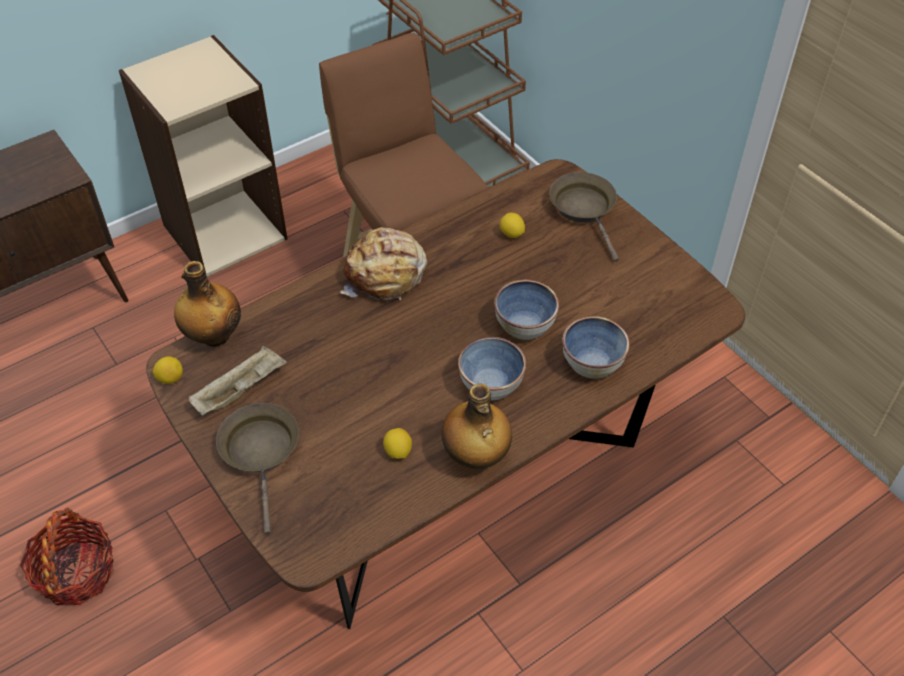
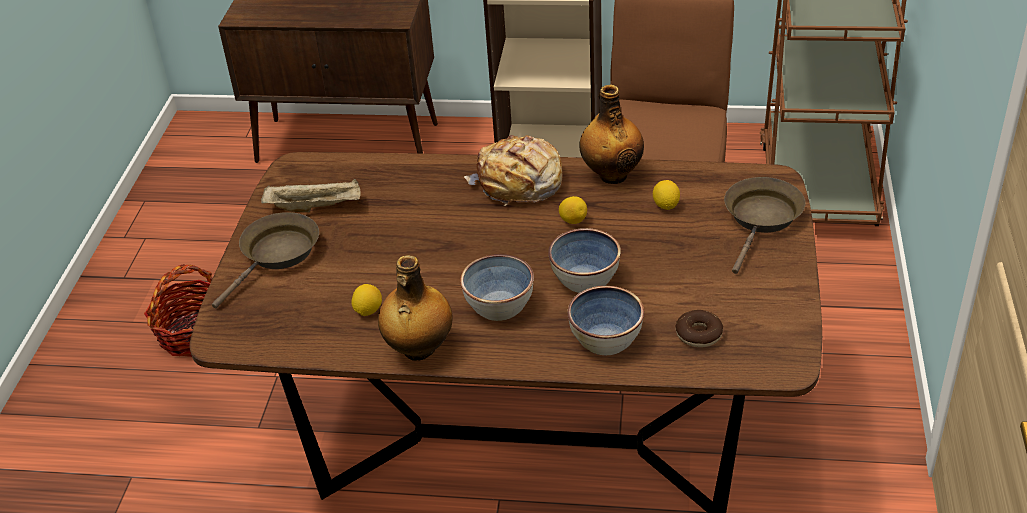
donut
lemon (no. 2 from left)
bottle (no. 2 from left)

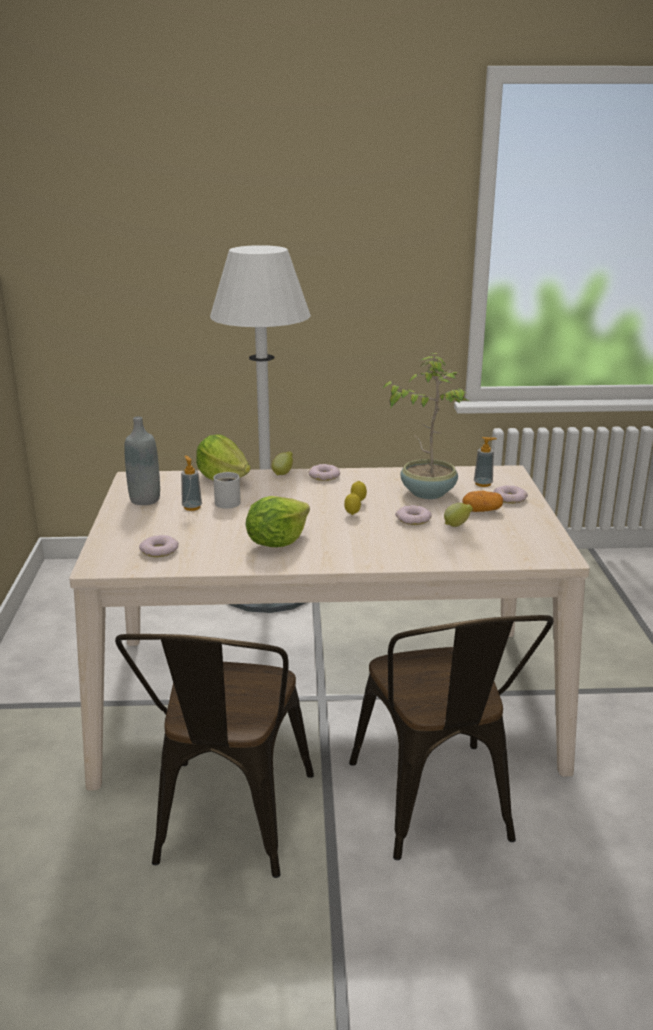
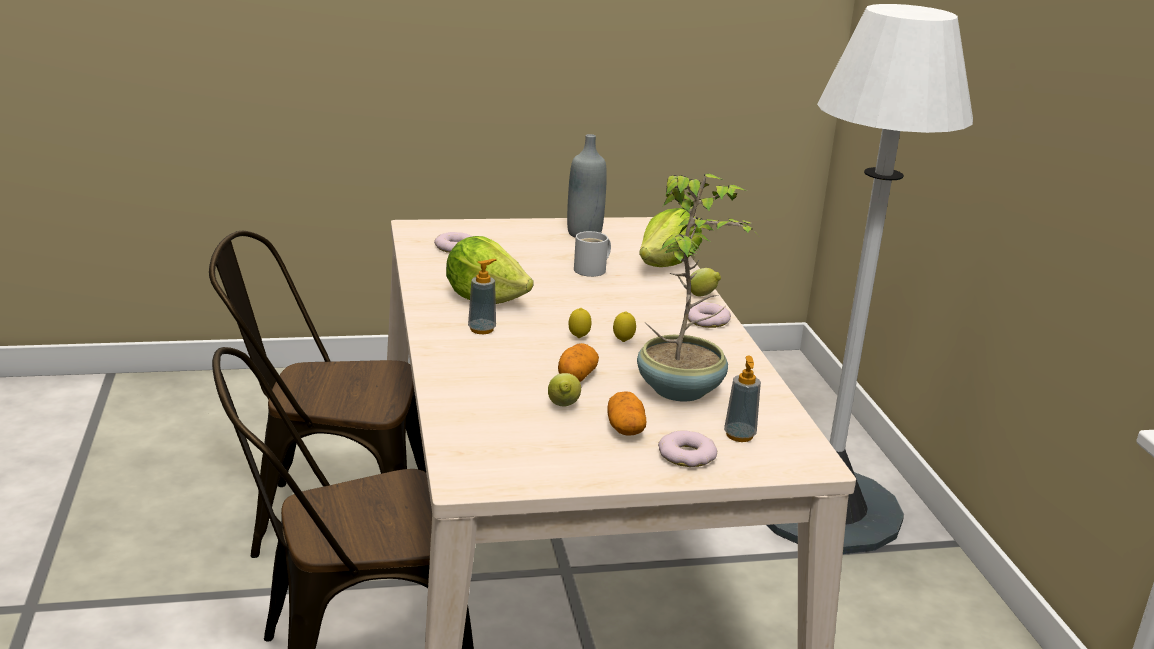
soap dispenser (no. 1 from left)
potato (no. 1 from left)

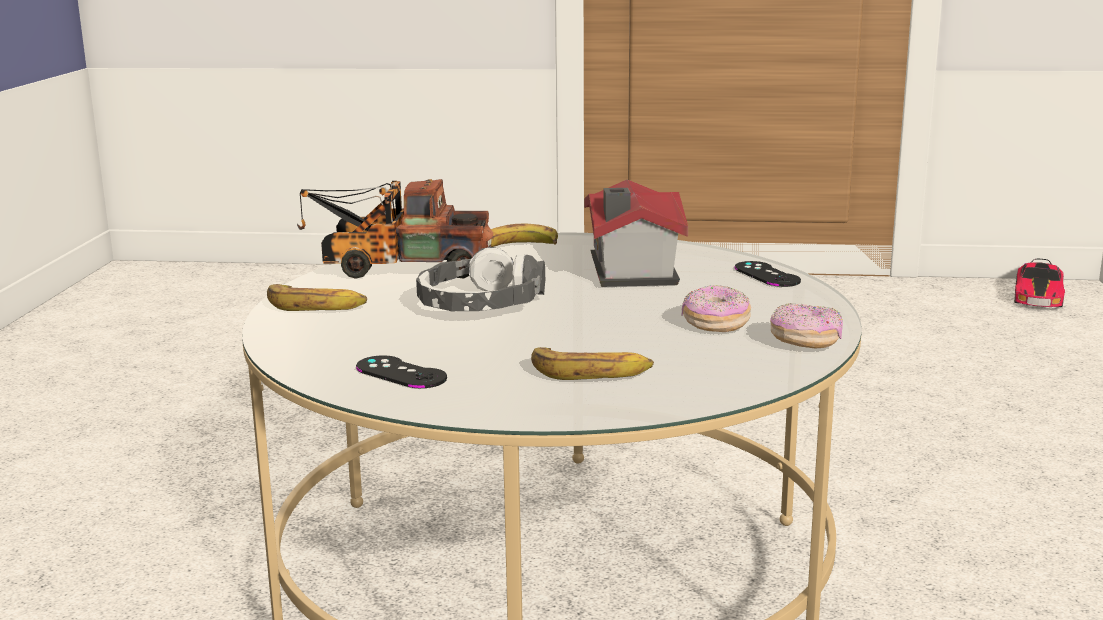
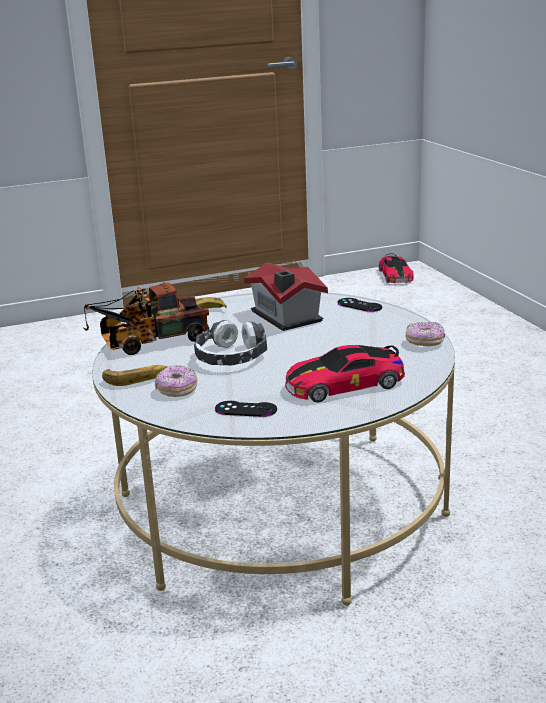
donut (no. 1 from left)
toy car (no. 1 from left)

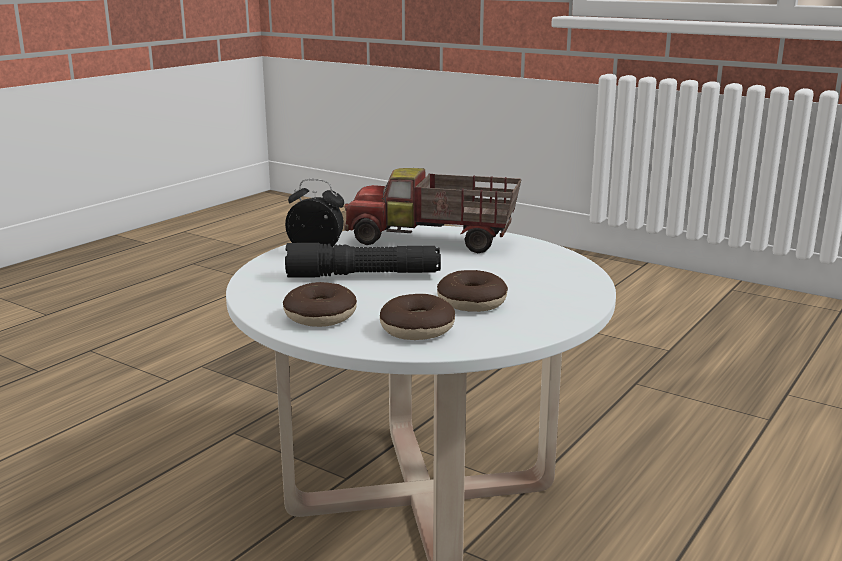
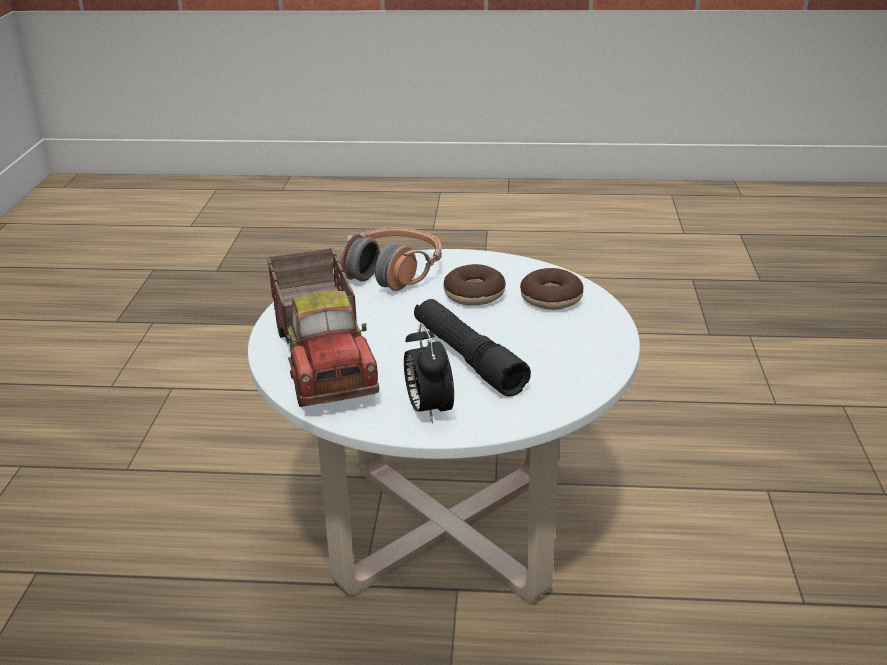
donut (no. 1 from left in the first image)
headphones

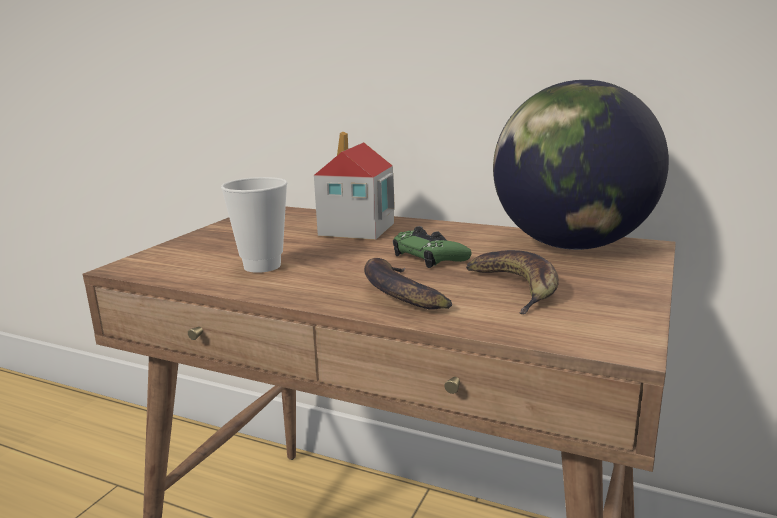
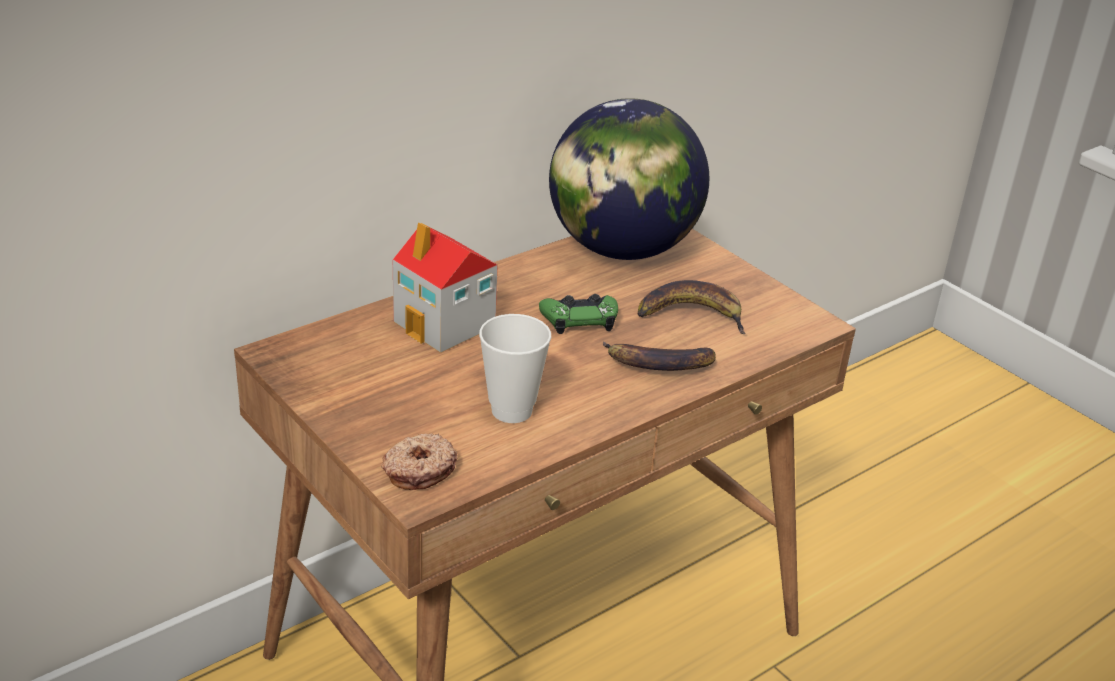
donut

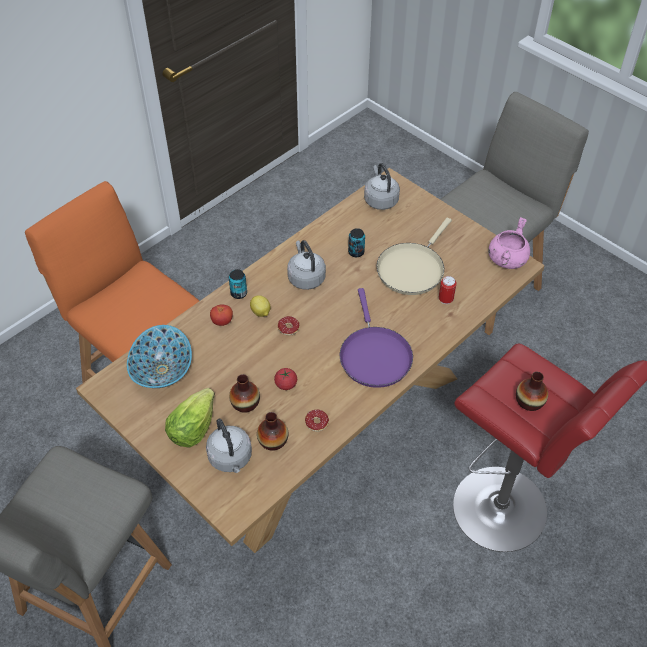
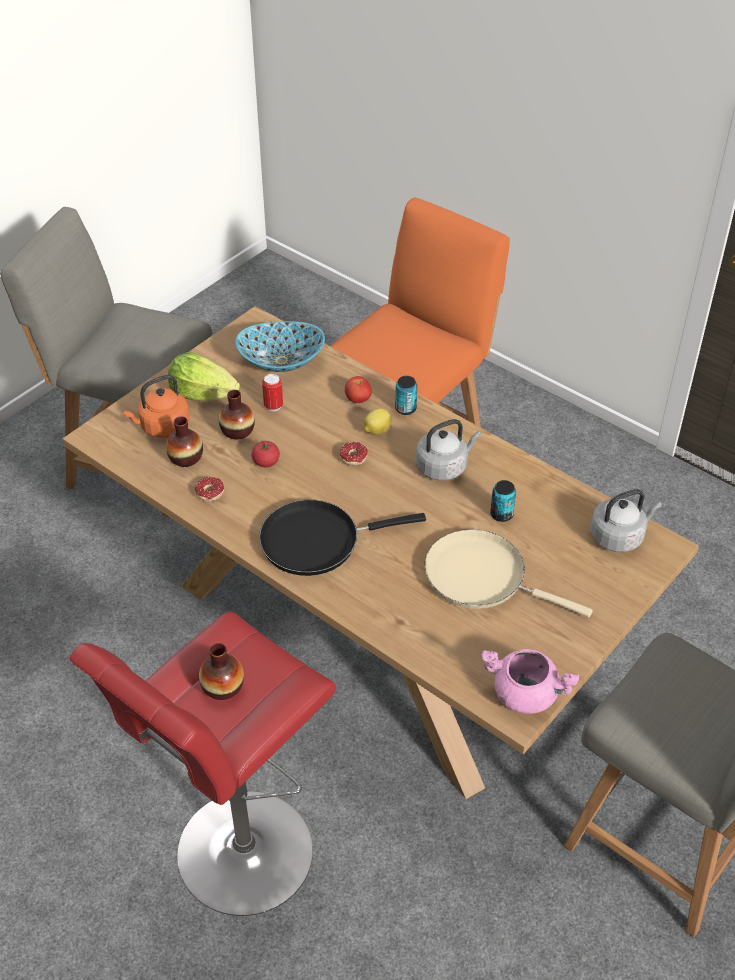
can (no. 1 from left)
orange kettle
black frying pan

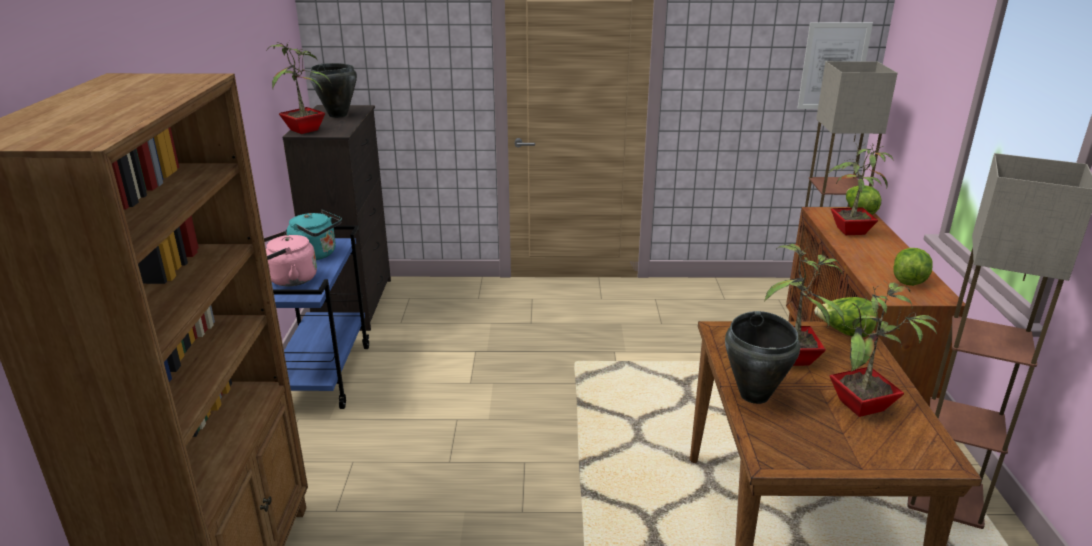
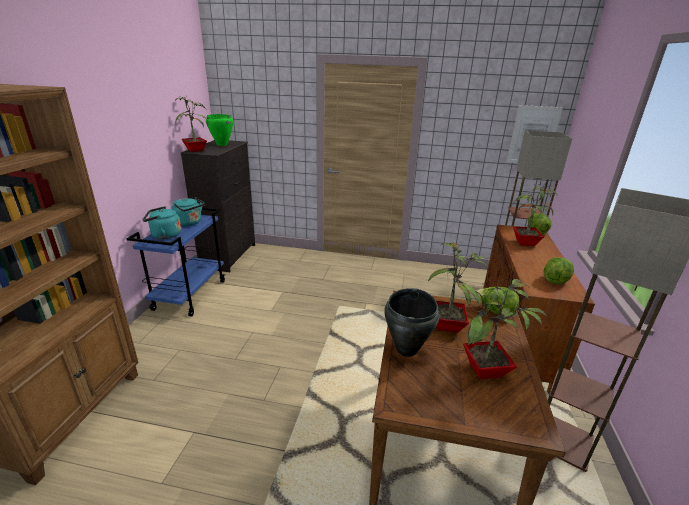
turquoise kettle (no. 1 from left)
green cooking pot

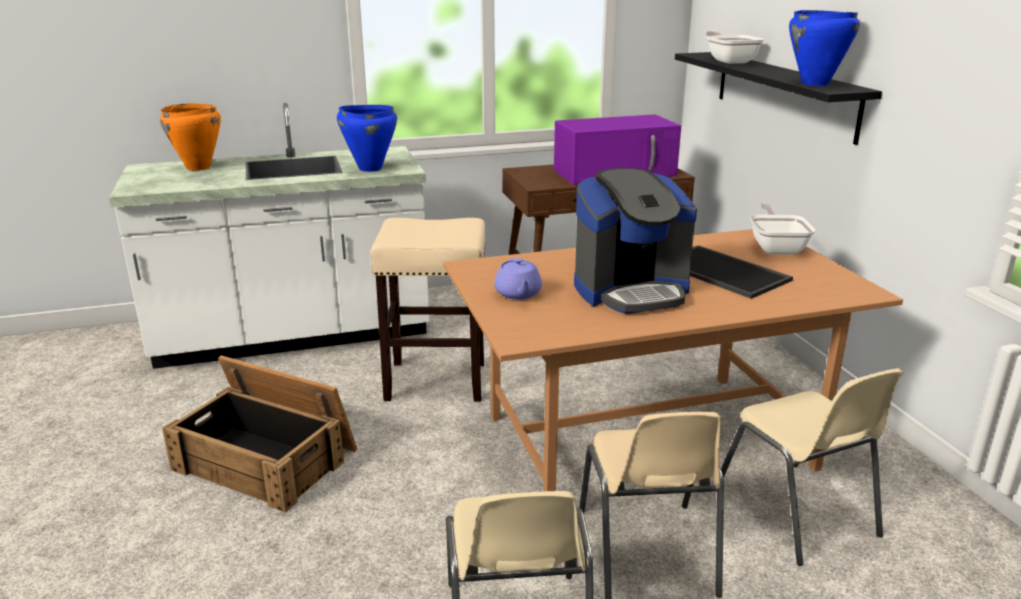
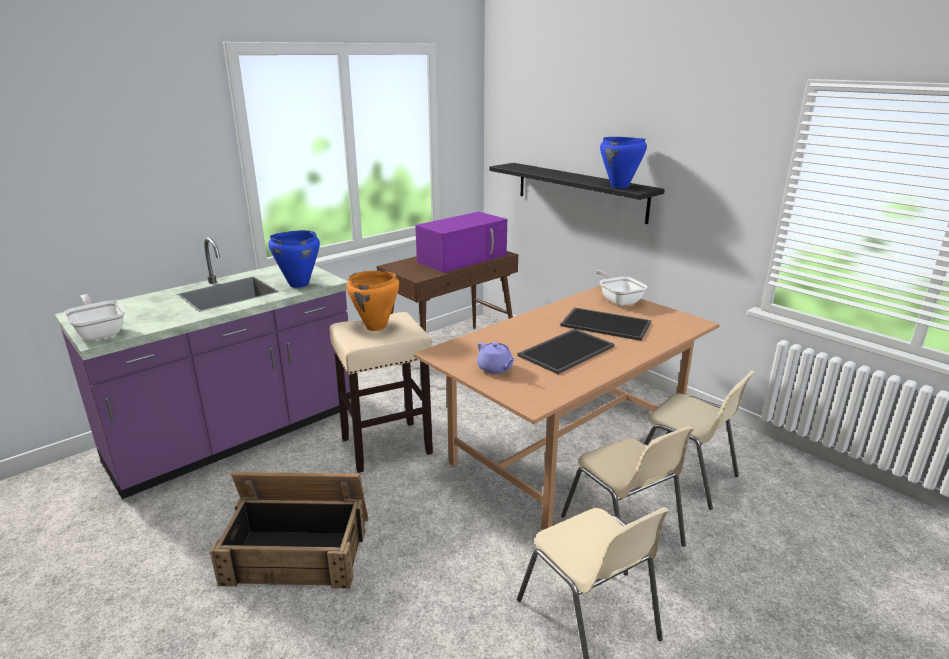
orange cooking pot
frying pan (no. 1 from left)
tray (no. 1 from left)
purple counter

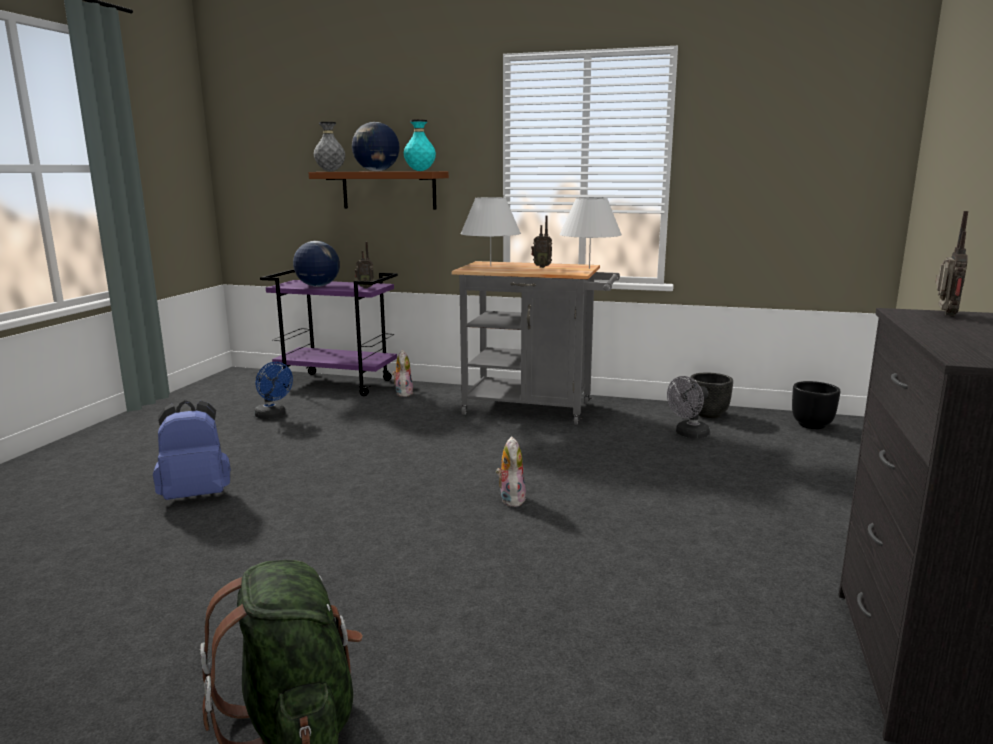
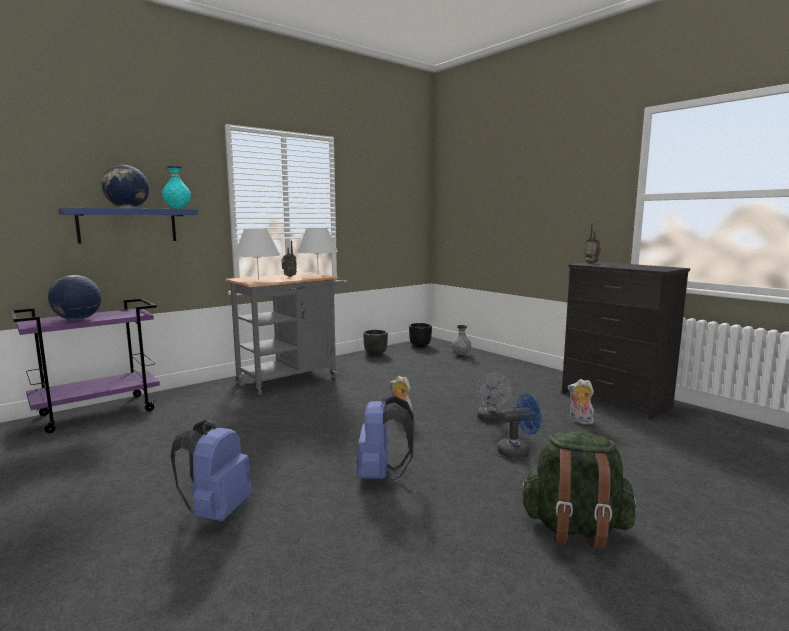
radio (no. 1 from left in the first image)
blue backpack (no. 2 from left)
blue fan
grey vase
plush toy (no. 2 from left)
grey fan
blue shelf

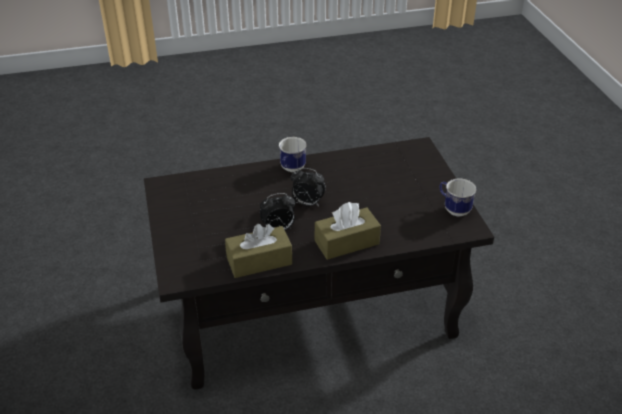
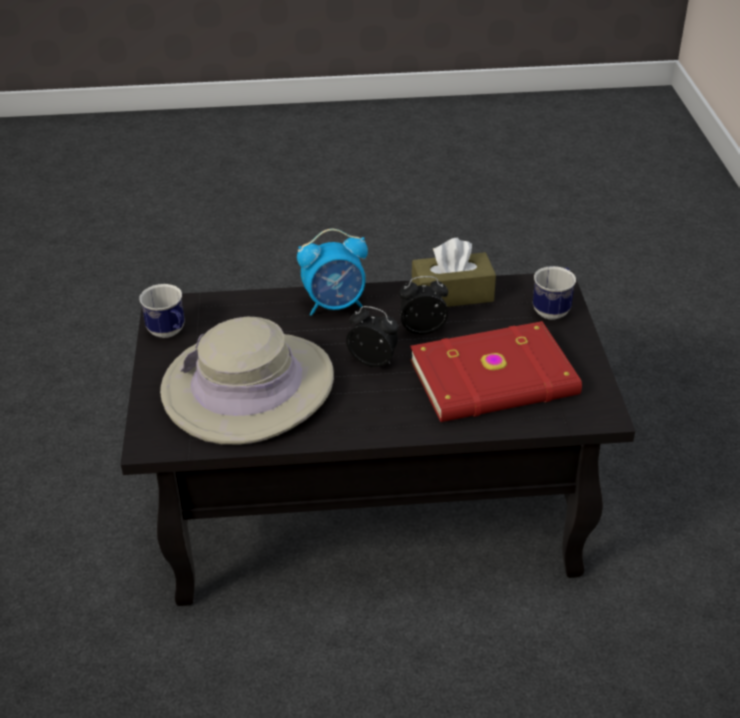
beige hat
red book
mug (no. 2 from left)
alarm clock (no. 1 from left)

